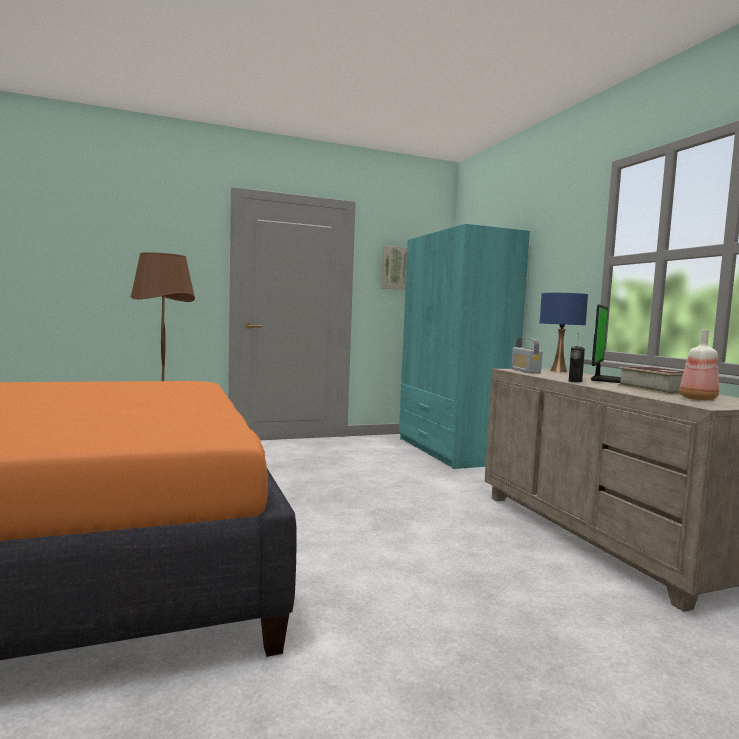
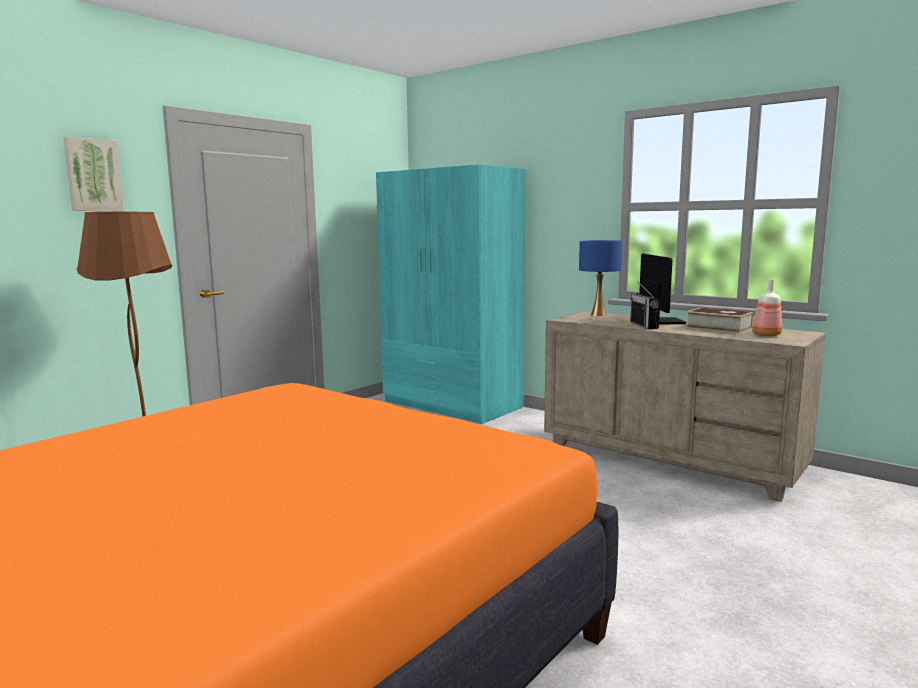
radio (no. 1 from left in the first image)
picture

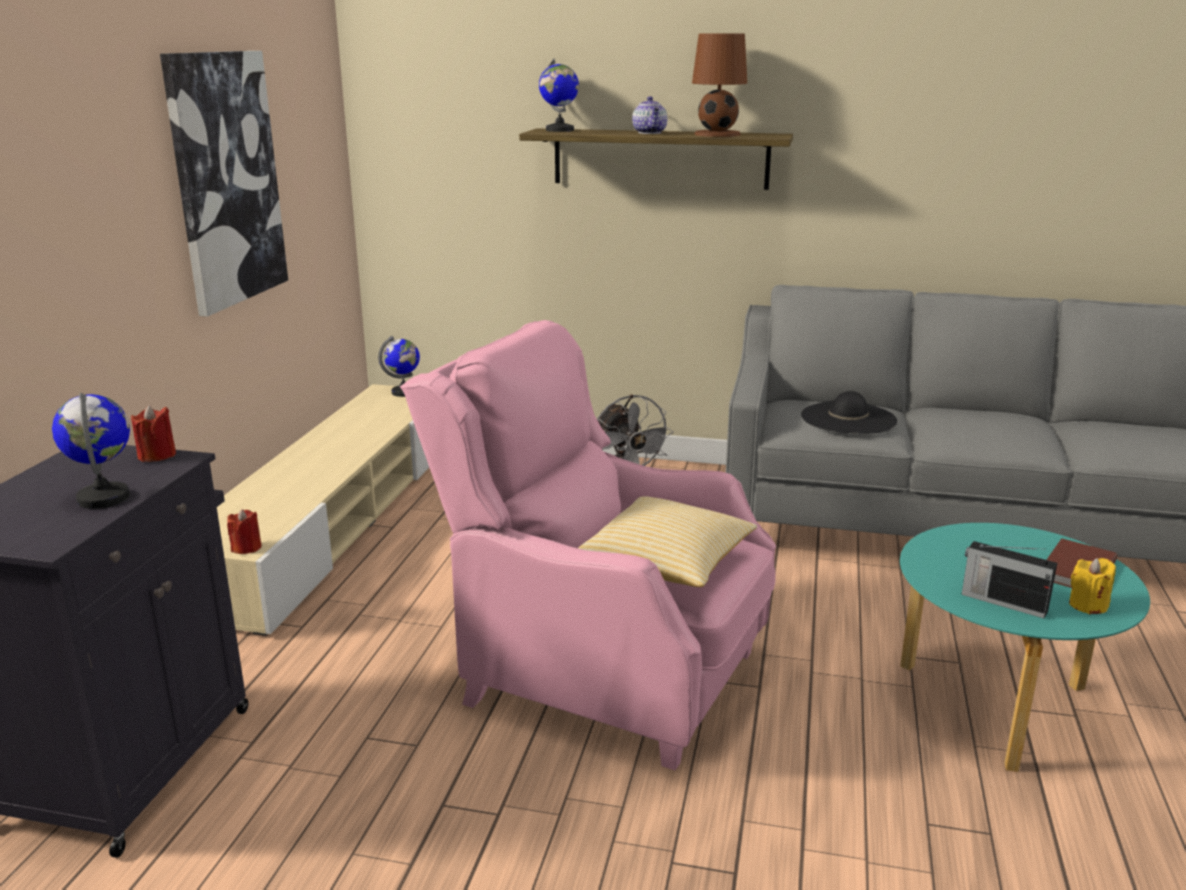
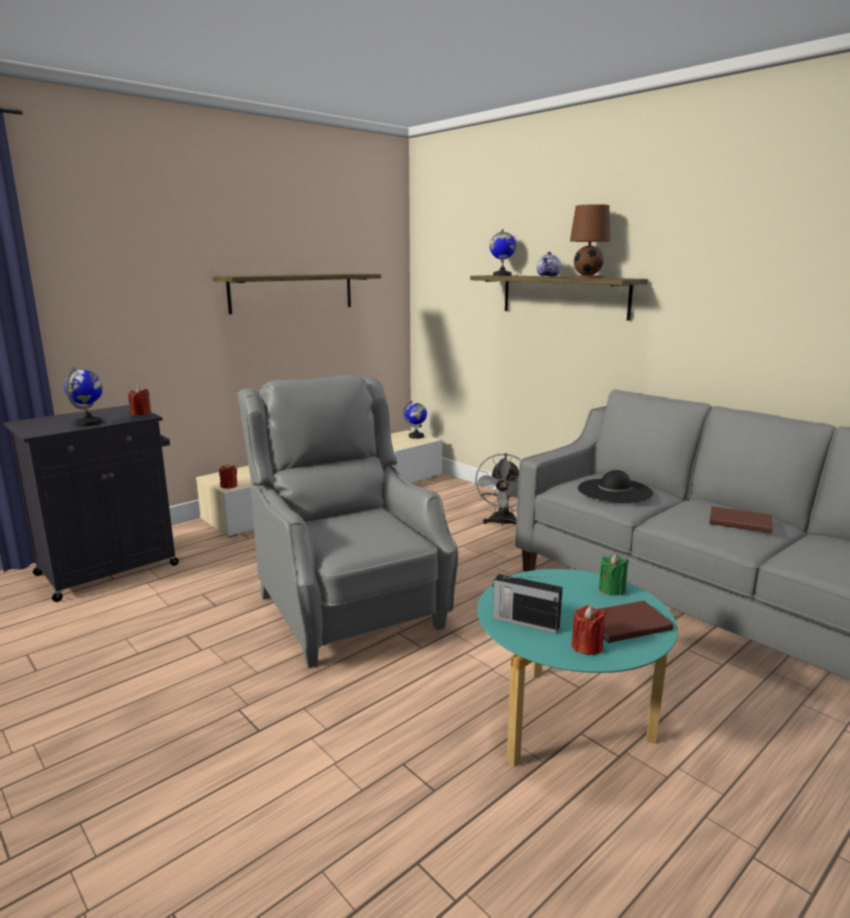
pillow
green candle
brown book (no. 2 from left)
shelf (no. 1 from left)
grey armchair
red candle (no. 3 from left)
radio

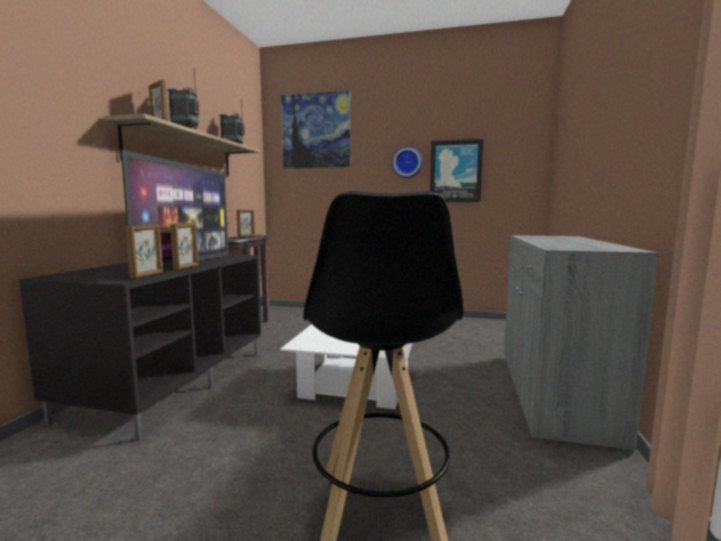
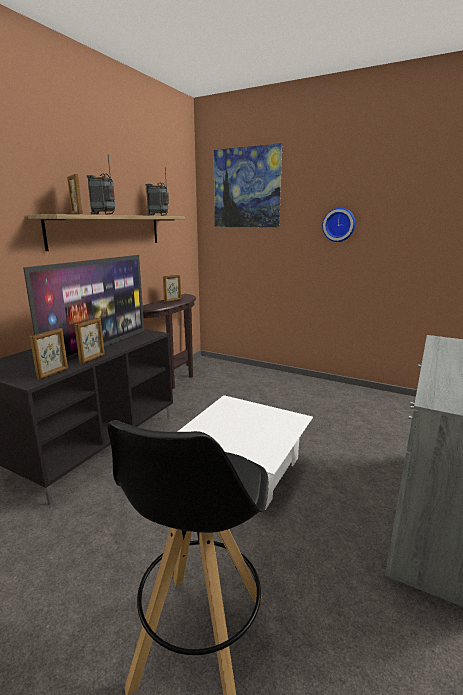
picture (no. 2 from left in the first image)

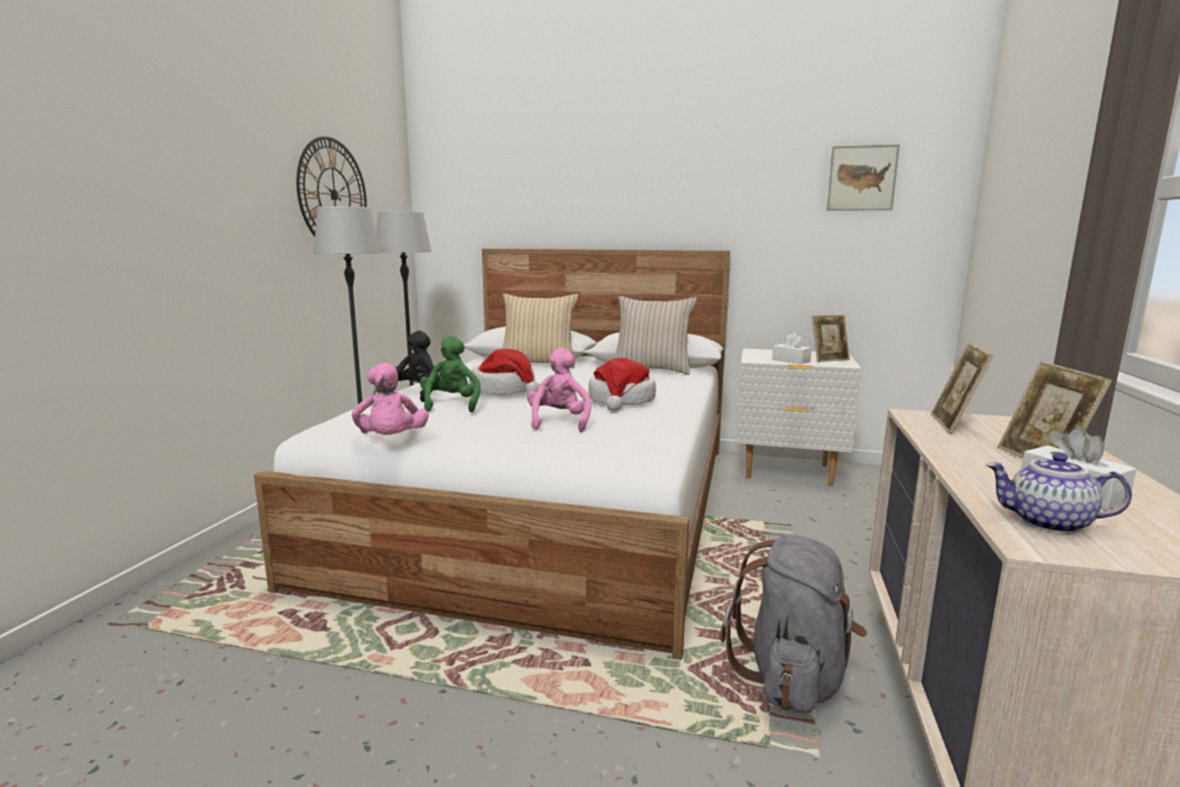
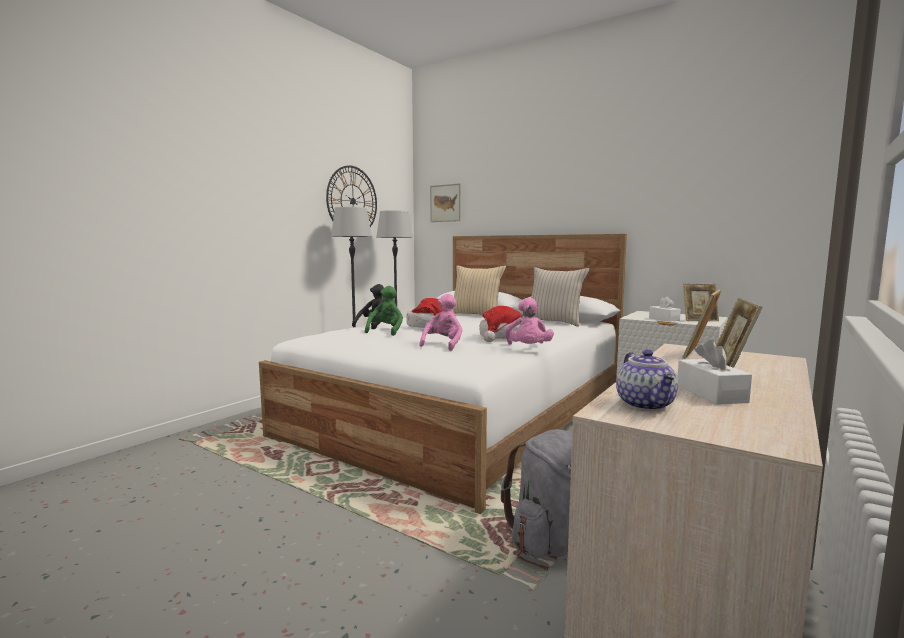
pink plush toy (no. 2 from left)
picture
teapot

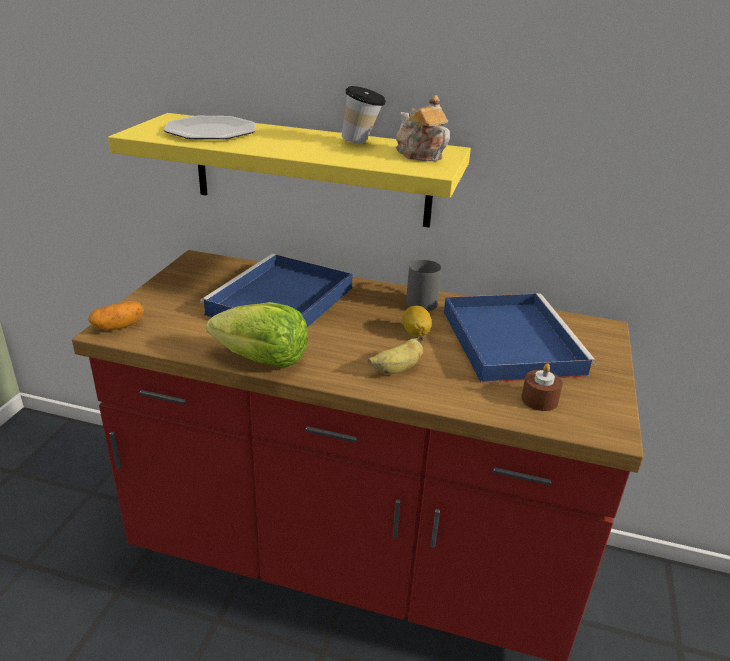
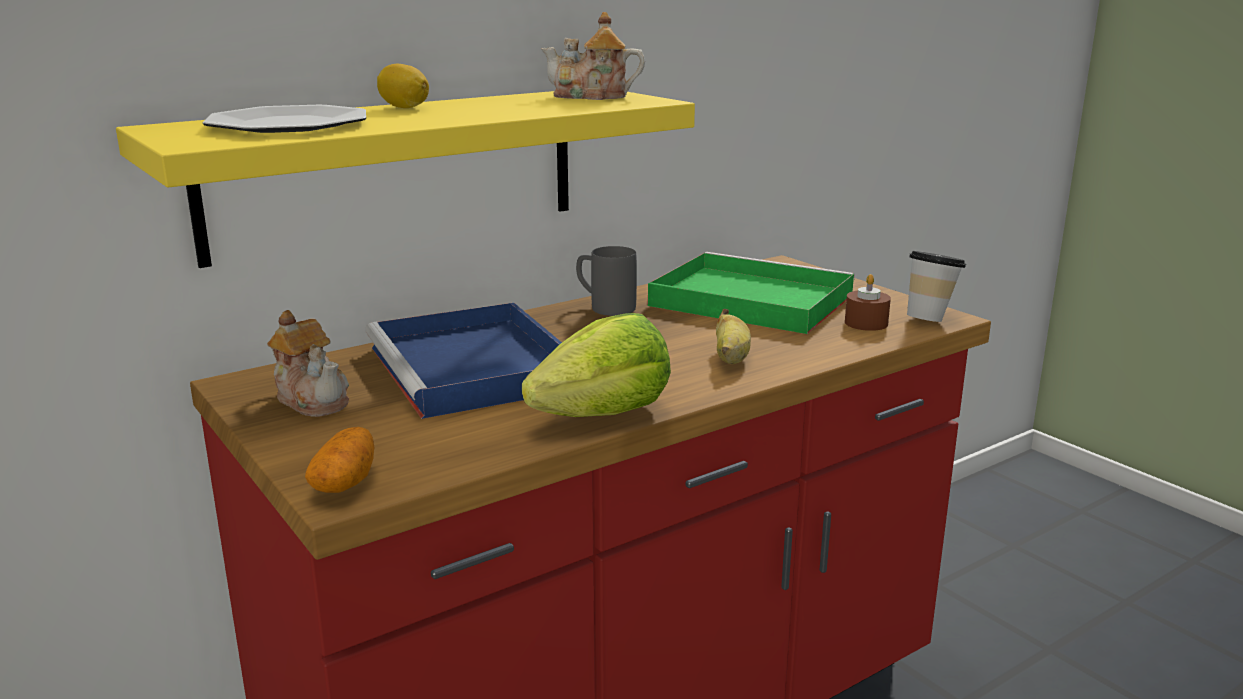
teapot (no. 1 from left)
cup
lemon
green tray

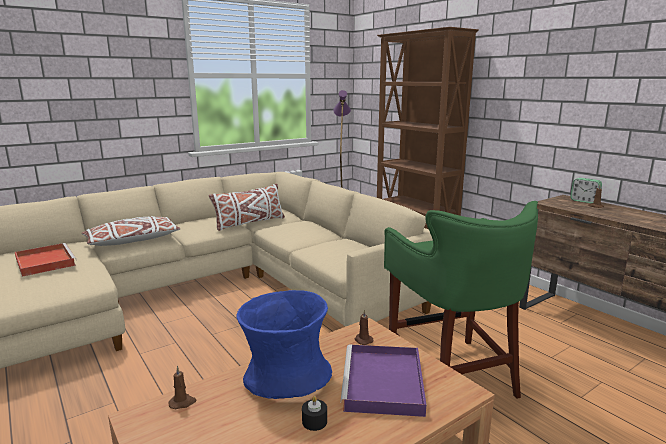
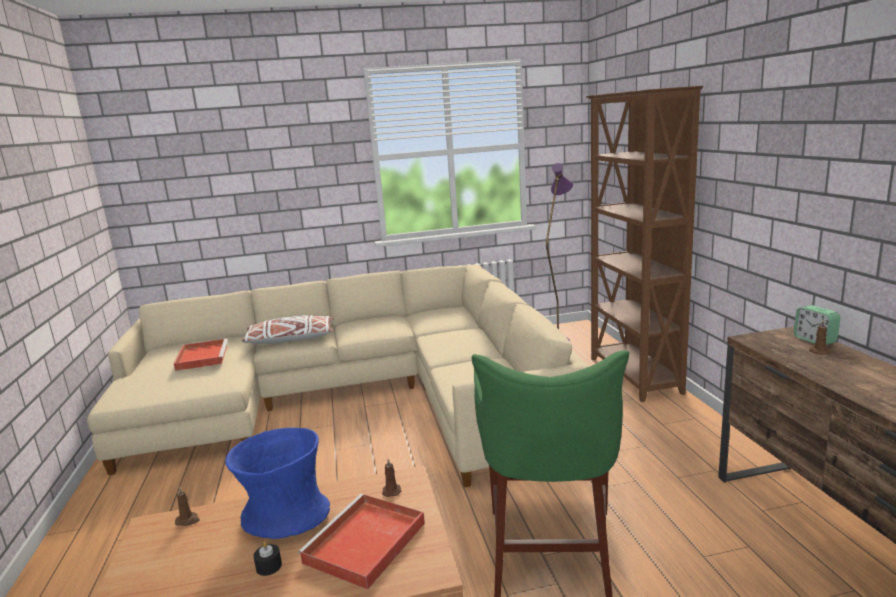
white pillow (no. 2 from left in the first image)
red tray (no. 2 from left)

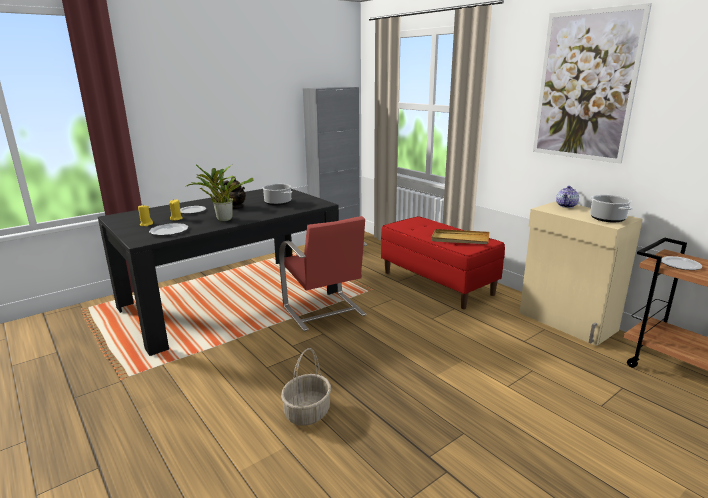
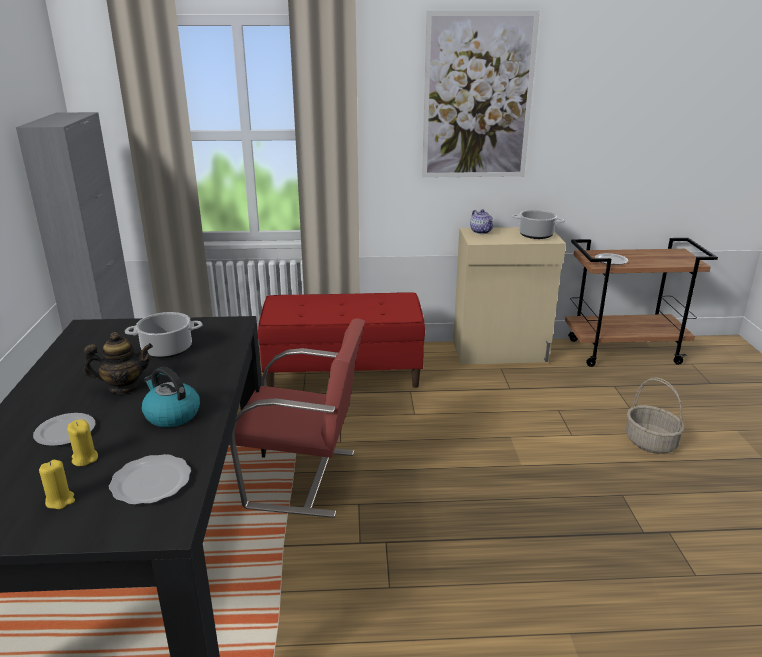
beige tray
basket
kettle

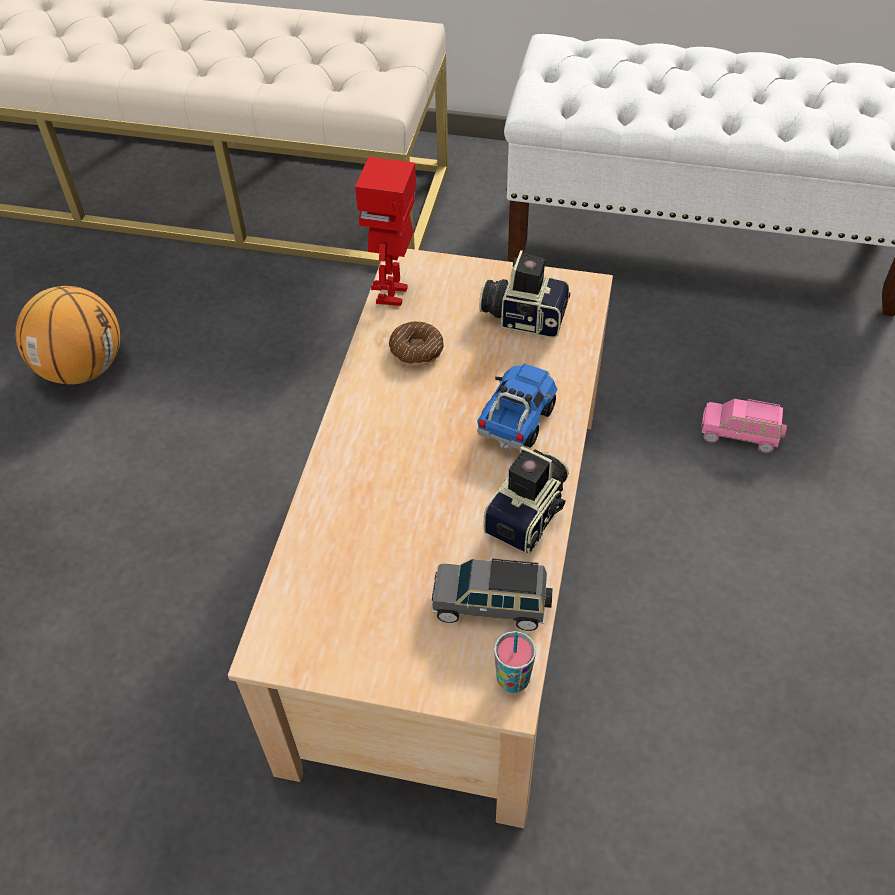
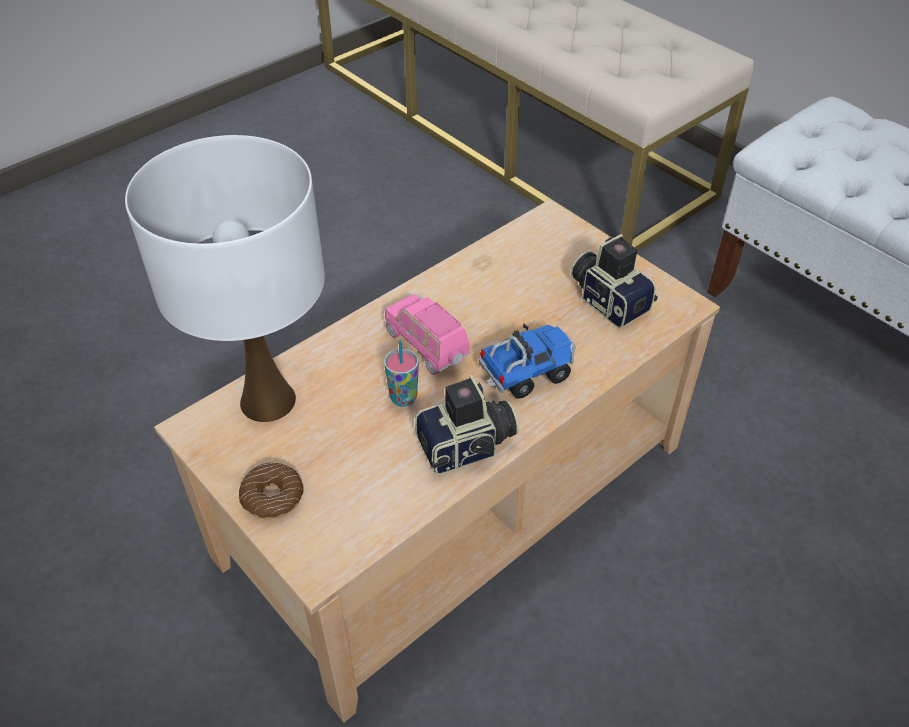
basketball
toy robot
grey toy car
white table lamp
donut
cup
pink toy car

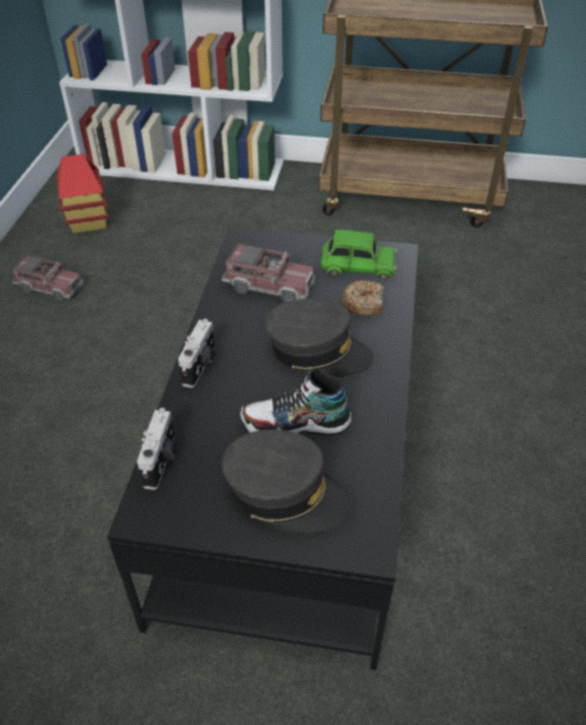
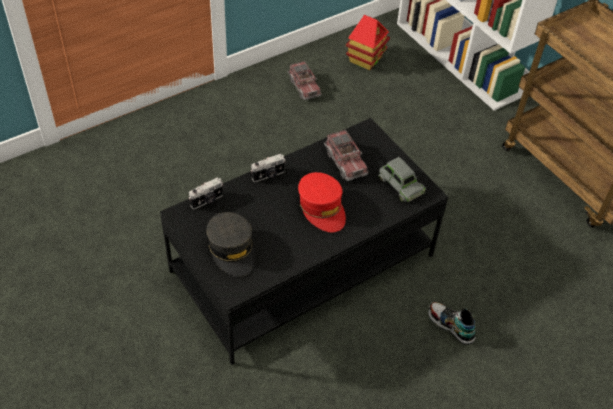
donut
shoe
red cap
grey toy car

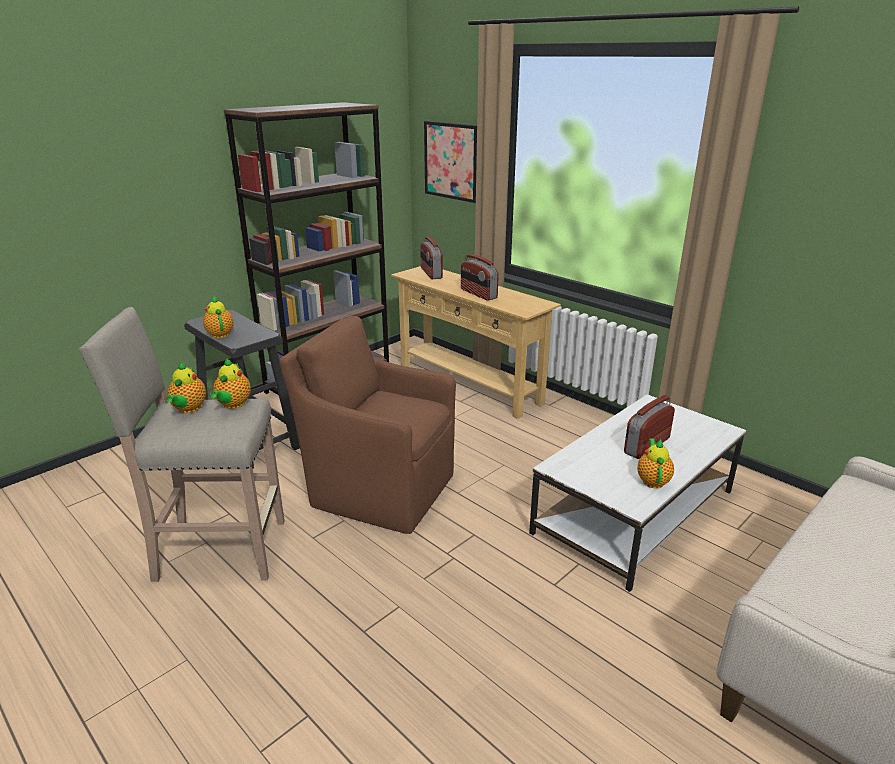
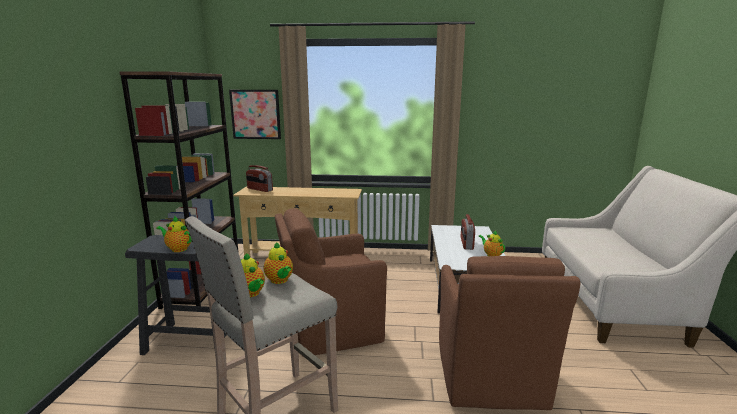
radio (no. 2 from left in the first image)
brown armchair (no. 2 from left)

